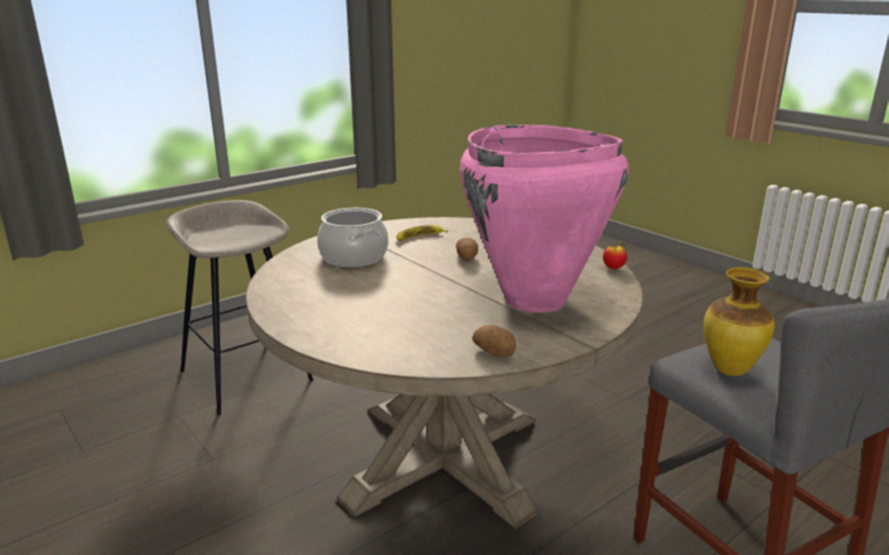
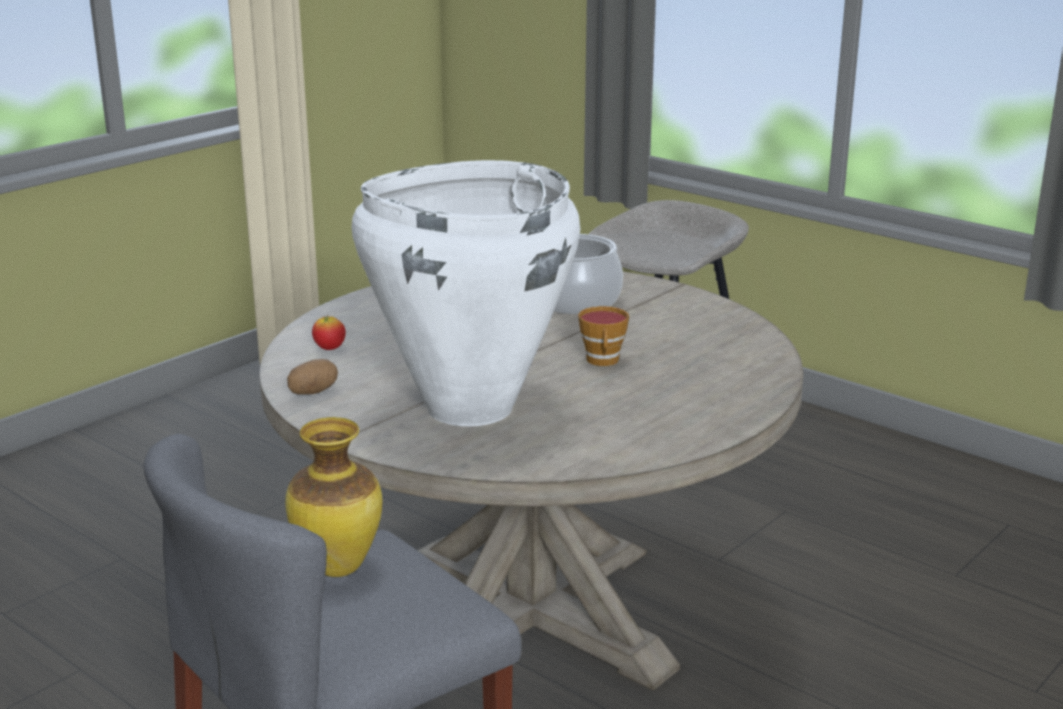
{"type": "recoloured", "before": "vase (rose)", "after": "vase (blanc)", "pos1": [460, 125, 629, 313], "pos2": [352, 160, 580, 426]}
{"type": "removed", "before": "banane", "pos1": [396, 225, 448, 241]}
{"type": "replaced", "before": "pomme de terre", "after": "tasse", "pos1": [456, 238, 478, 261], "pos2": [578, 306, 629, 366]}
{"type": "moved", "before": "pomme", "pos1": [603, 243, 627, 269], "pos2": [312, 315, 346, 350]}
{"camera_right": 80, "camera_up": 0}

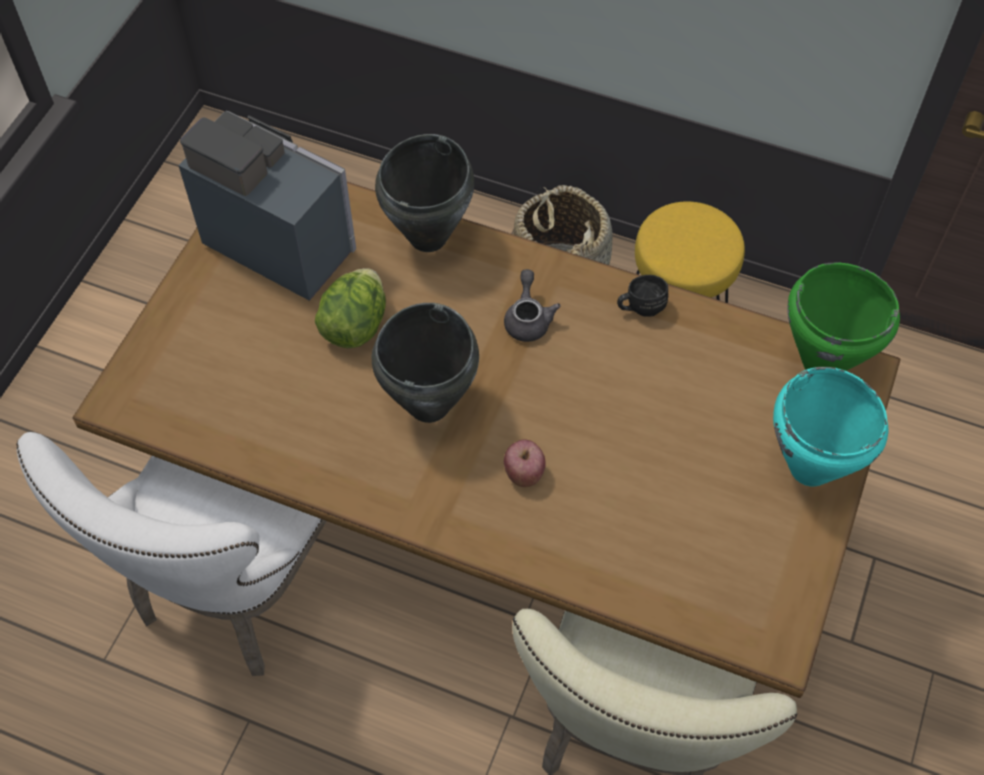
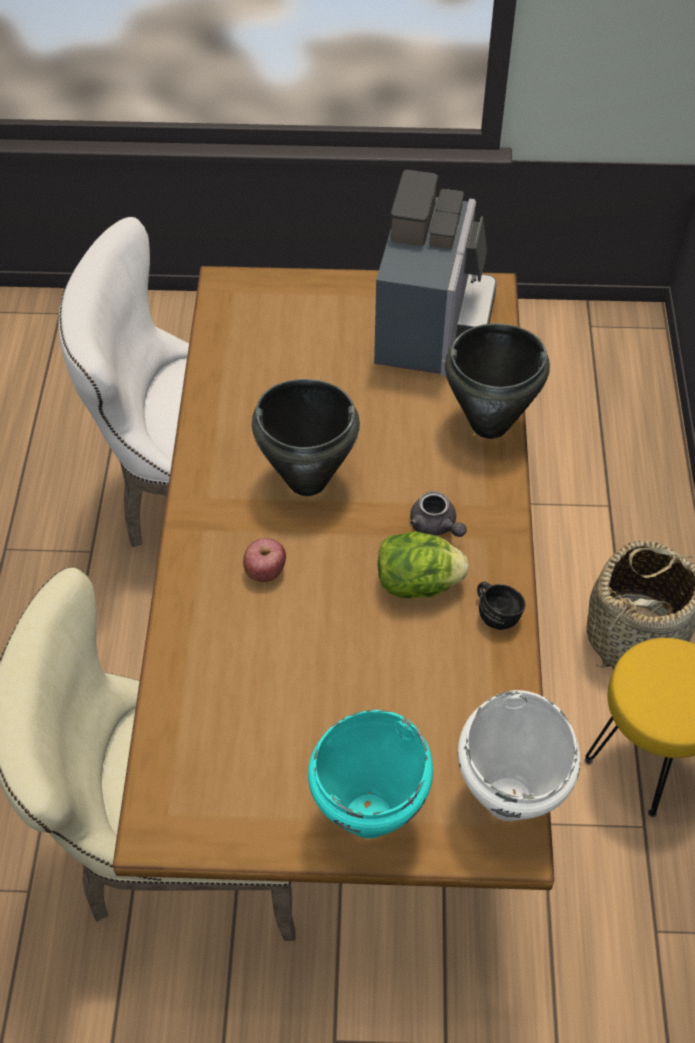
{"type": "recoloured", "before": "marmite (vert)", "after": "marmite (blanc)", "pos1": [787, 263, 900, 371], "pos2": [458, 690, 581, 821]}
{"type": "moved", "before": "laitue", "pos1": [315, 268, 386, 348], "pos2": [377, 531, 469, 598]}
{"type": "turned", "before": "théière (gris)", "pos1": [504, 269, 561, 342], "pos2": [410, 491, 466, 537], "turn": 75}
{"camera_right": 70, "camera_up": -5}

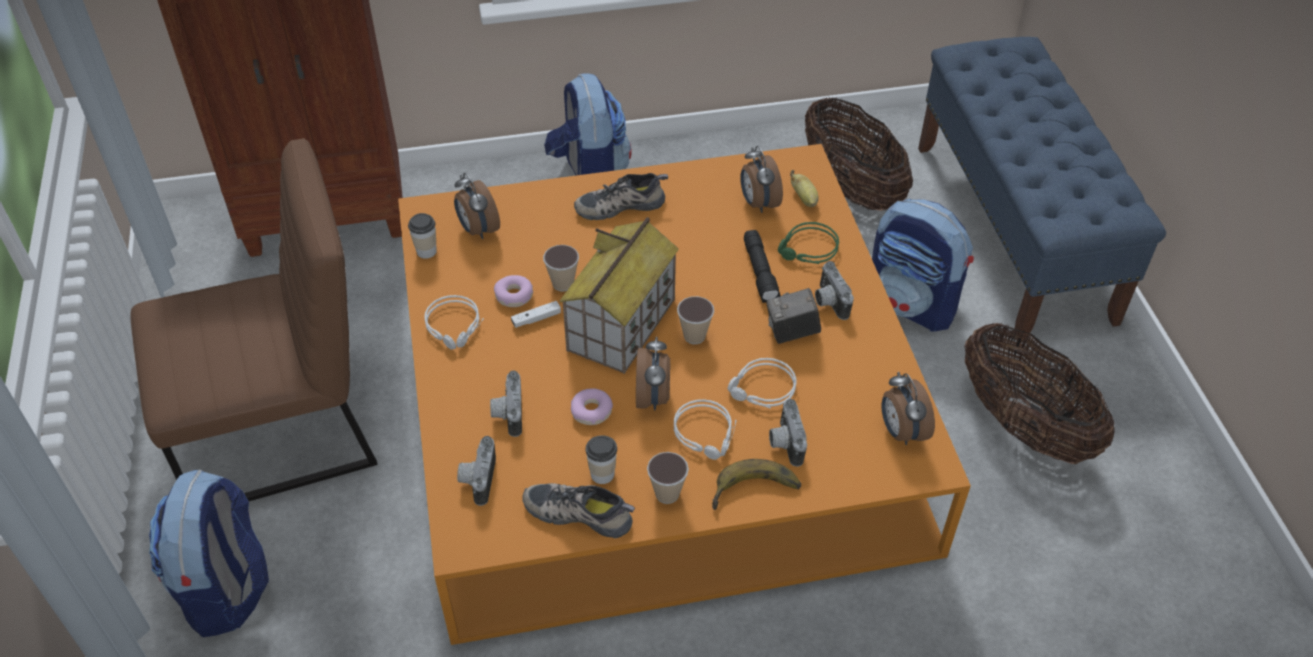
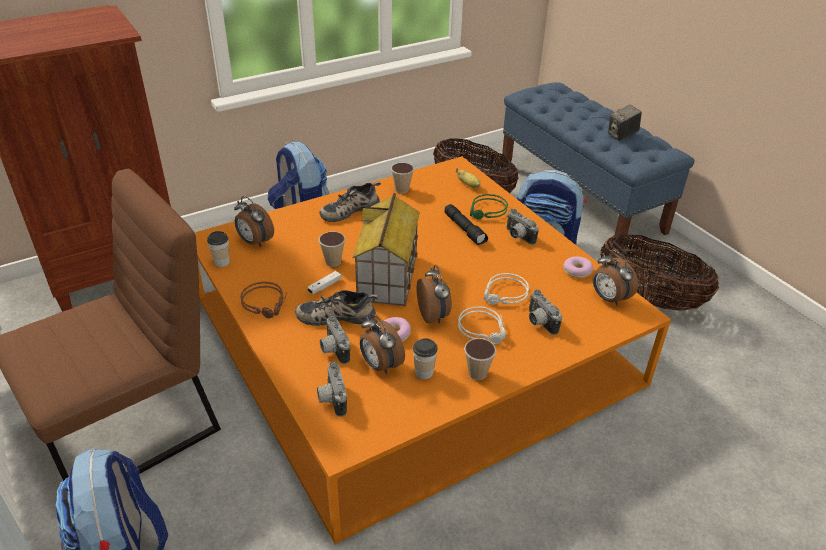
{"type": "moved", "before": "réveil", "pos1": [740, 146, 783, 213], "pos2": [360, 314, 405, 374]}
{"type": "moved", "before": "beignet", "pos1": [494, 275, 533, 307], "pos2": [563, 256, 593, 278]}
{"type": "moved", "before": "appareil photo", "pos1": [767, 288, 821, 344], "pos2": [608, 104, 642, 141]}
{"type": "recoloured", "before": "casque audio (gris)", "after": "casque audio (marron)", "pos1": [424, 295, 484, 349], "pos2": [240, 282, 287, 319]}
{"type": "moved", "before": "tasse", "pos1": [677, 296, 714, 344], "pos2": [391, 163, 414, 193]}
{"type": "removed", "before": "banane", "pos1": [712, 459, 801, 510]}
{"type": "moved", "before": "chaussure", "pos1": [522, 483, 635, 538], "pos2": [295, 290, 378, 326]}
{"camera_right": -20, "camera_up": -10}

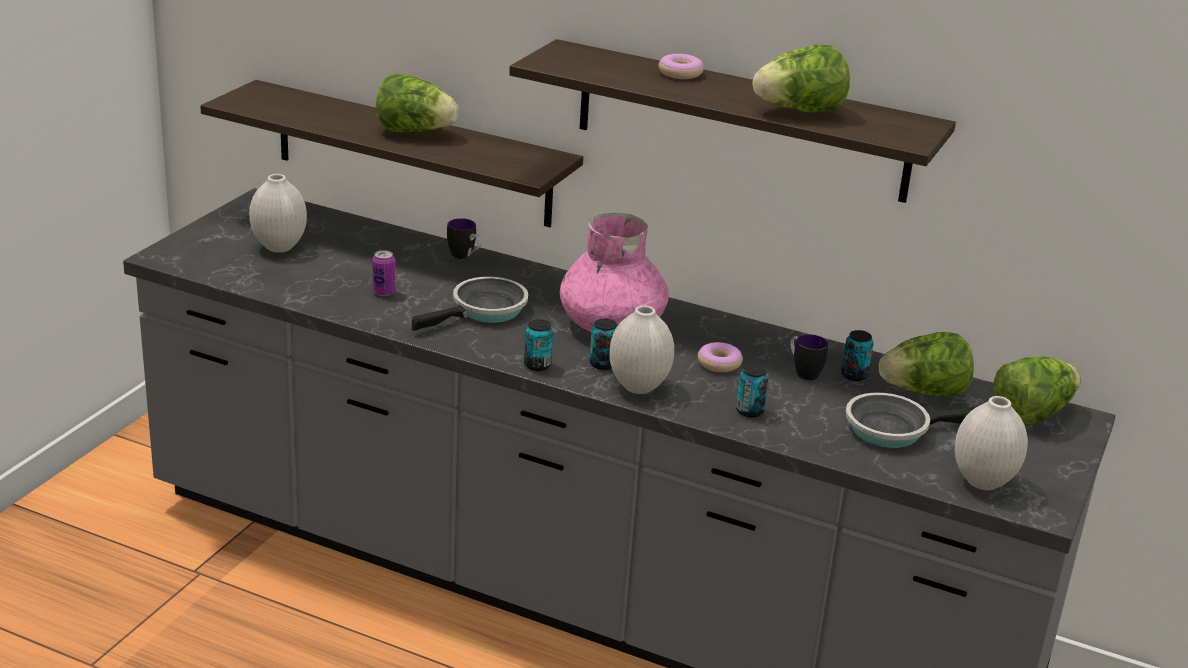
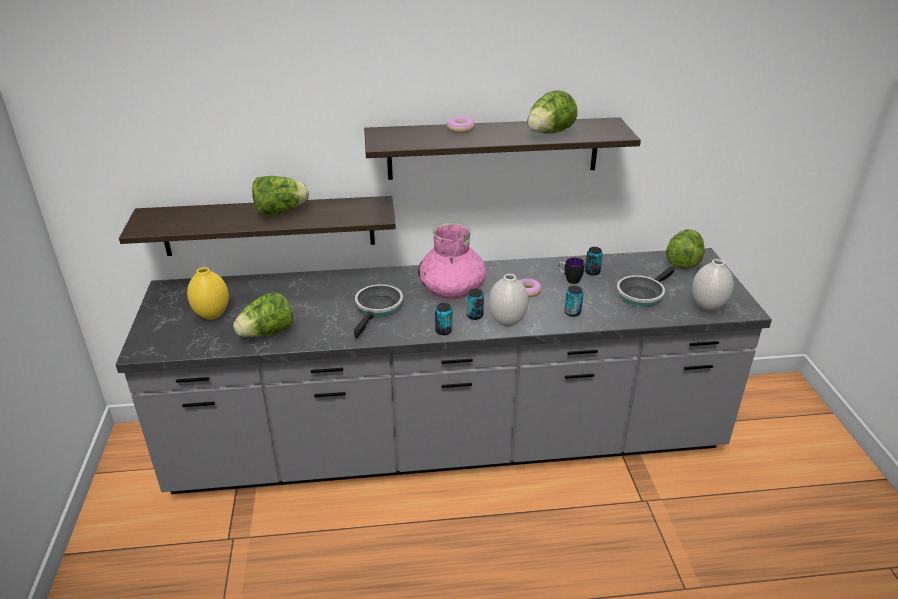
{"type": "recoloured", "before": "vase (blanc)", "after": "vase (jaune)", "pos1": [249, 174, 307, 253], "pos2": [187, 267, 229, 320]}
{"type": "removed", "before": "mug", "pos1": [447, 218, 481, 259]}
{"type": "removed", "before": "boîte métallique", "pos1": [372, 250, 395, 296]}
{"type": "moved", "before": "laitue", "pos1": [879, 332, 974, 396], "pos2": [233, 292, 293, 337]}
{"camera_right": -30, "camera_up": 5}

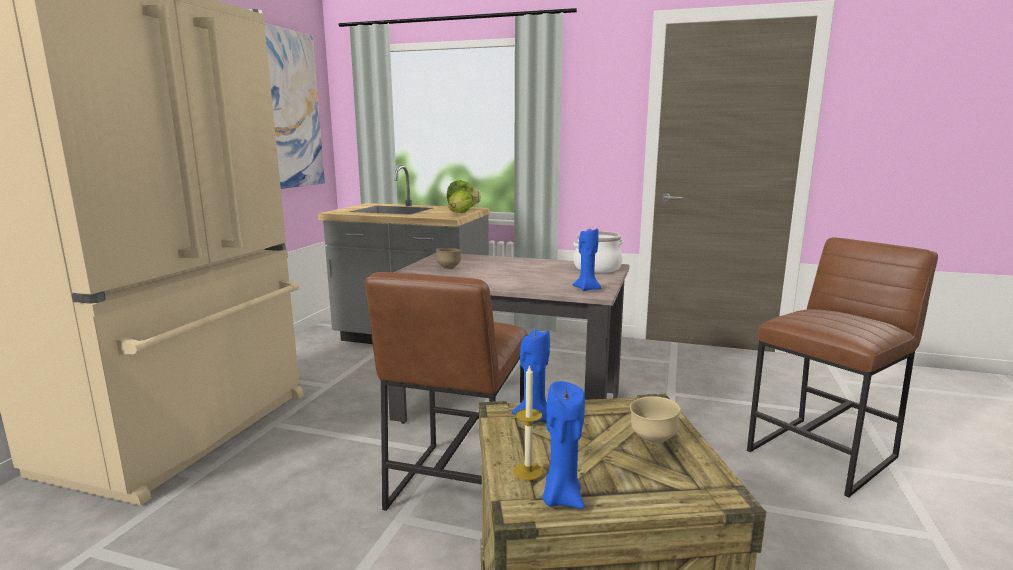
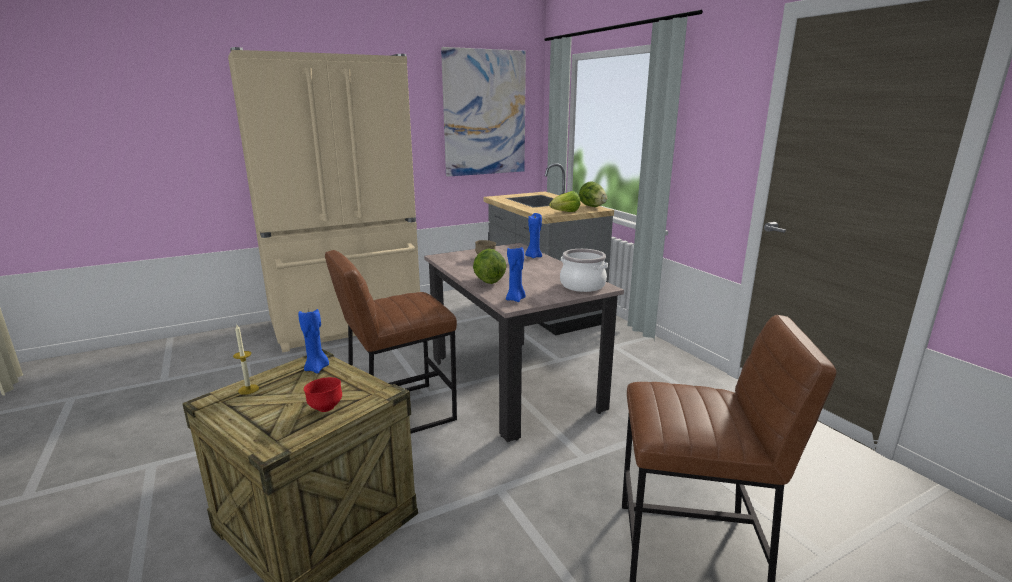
{"type": "moved", "before": "bougie (bleu)", "pos1": [543, 381, 585, 509], "pos2": [525, 213, 542, 258]}
{"type": "recoloured", "before": "bol (beige)", "after": "bol (rouge)", "pos1": [630, 396, 680, 444], "pos2": [304, 377, 342, 412]}
{"type": "added", "after": "laitue", "pos2": [473, 248, 506, 284]}
{"camera_right": 45, "camera_up": 5}

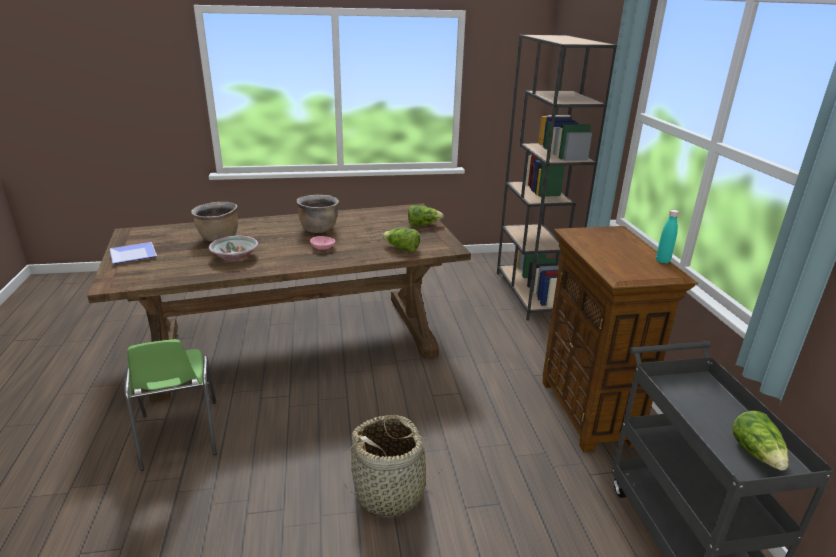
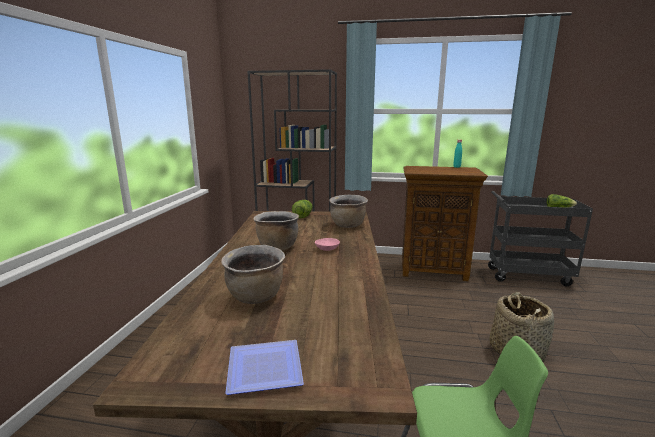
{"type": "replaced", "before": "laitue", "after": "marmite (marron)", "pos1": [382, 228, 420, 252], "pos2": [329, 194, 368, 228]}
{"type": "removed", "before": "bol", "pos1": [209, 236, 258, 261]}
{"camera_right": -70, "camera_up": -10}

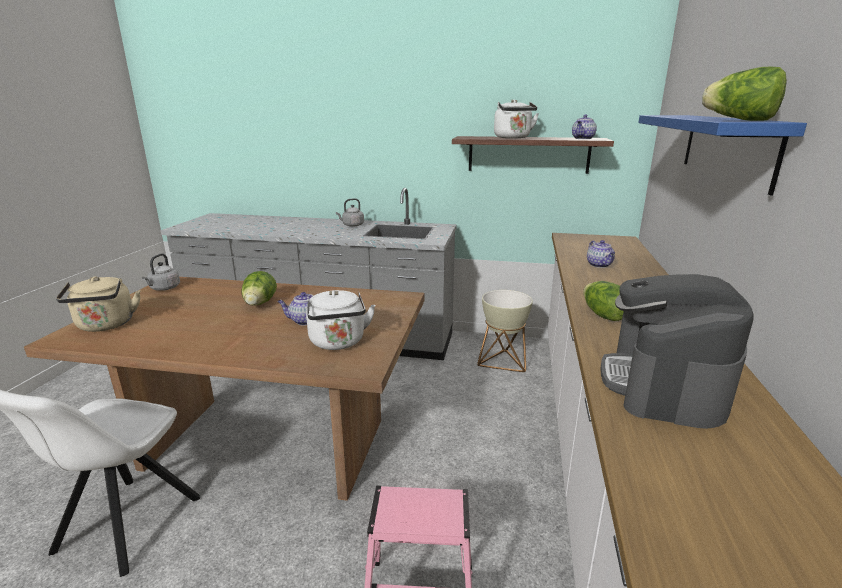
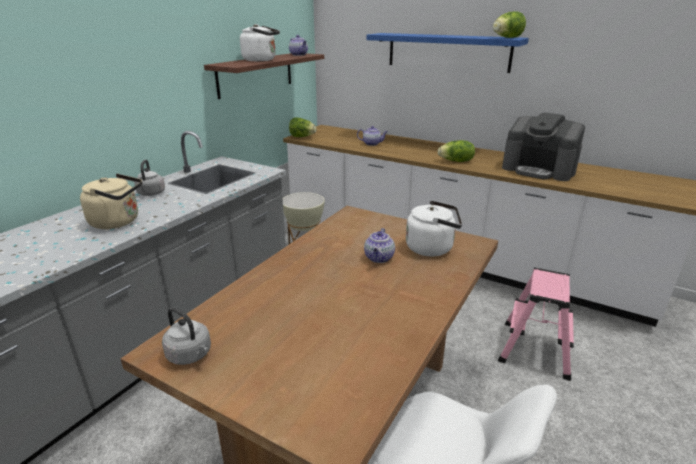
{"type": "moved", "before": "laitue", "pos1": [241, 271, 277, 306], "pos2": [289, 118, 317, 137]}
{"type": "moved", "before": "bouilloire (beige)", "pos1": [56, 276, 140, 332], "pos2": [80, 174, 142, 229]}
{"camera_right": -70, "camera_up": 5}

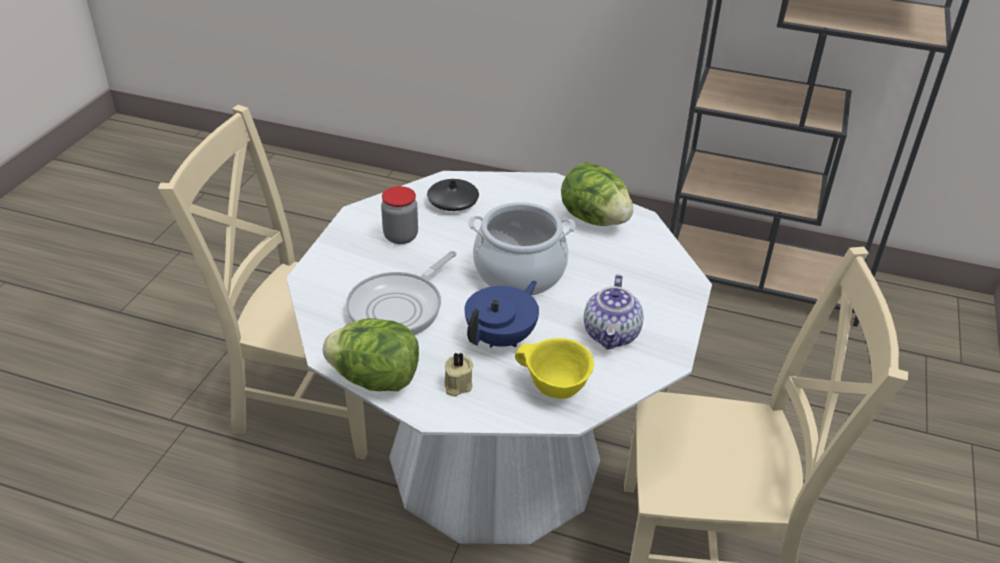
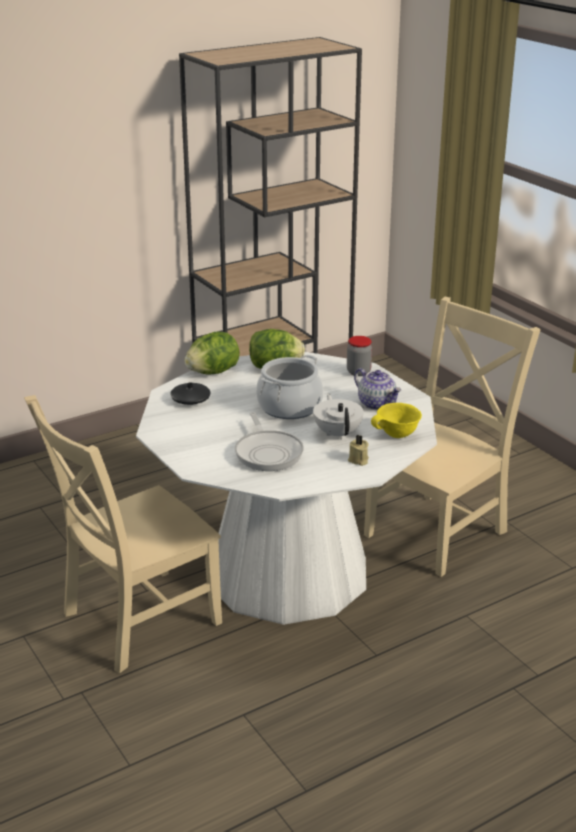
{"type": "moved", "before": "bocal", "pos1": [381, 186, 418, 244], "pos2": [347, 336, 372, 376]}
{"type": "recoloured", "before": "théière (bleu)", "after": "théière (blanc)", "pos1": [465, 281, 539, 348], "pos2": [313, 393, 364, 440]}
{"type": "moved", "before": "laitue", "pos1": [323, 318, 419, 391], "pos2": [184, 332, 240, 375]}
{"camera_right": -50, "camera_up": -10}

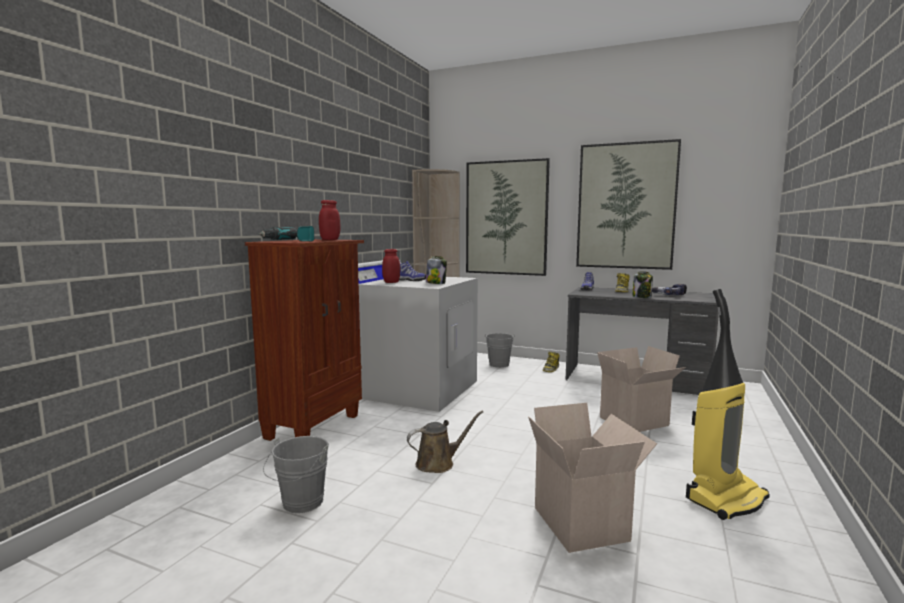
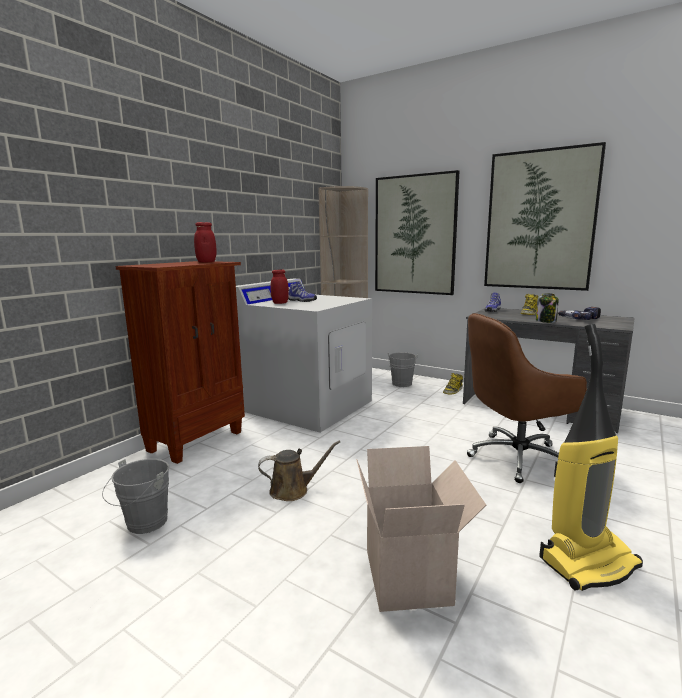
{"type": "removed", "before": "perceuse", "pos1": [258, 226, 314, 242]}
{"type": "removed", "before": "bocal", "pos1": [426, 256, 447, 284]}
{"type": "replaced", "before": "carton", "after": "chaise de bureau (marron)", "pos1": [597, 346, 686, 432], "pos2": [467, 313, 587, 483]}
{"camera_right": 10, "camera_up": 5}

